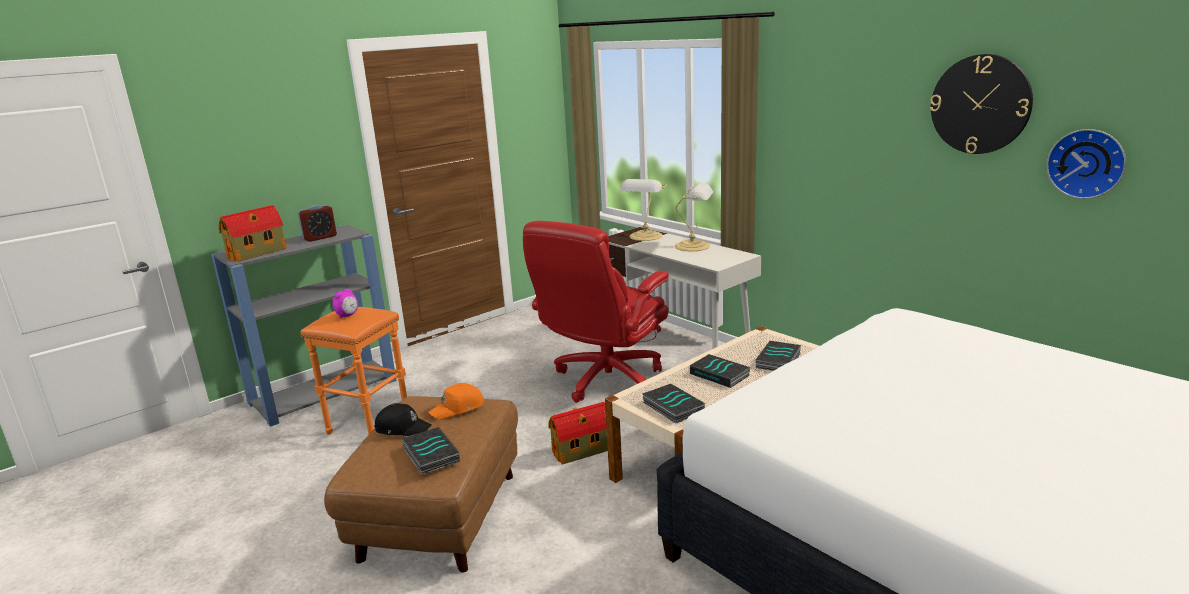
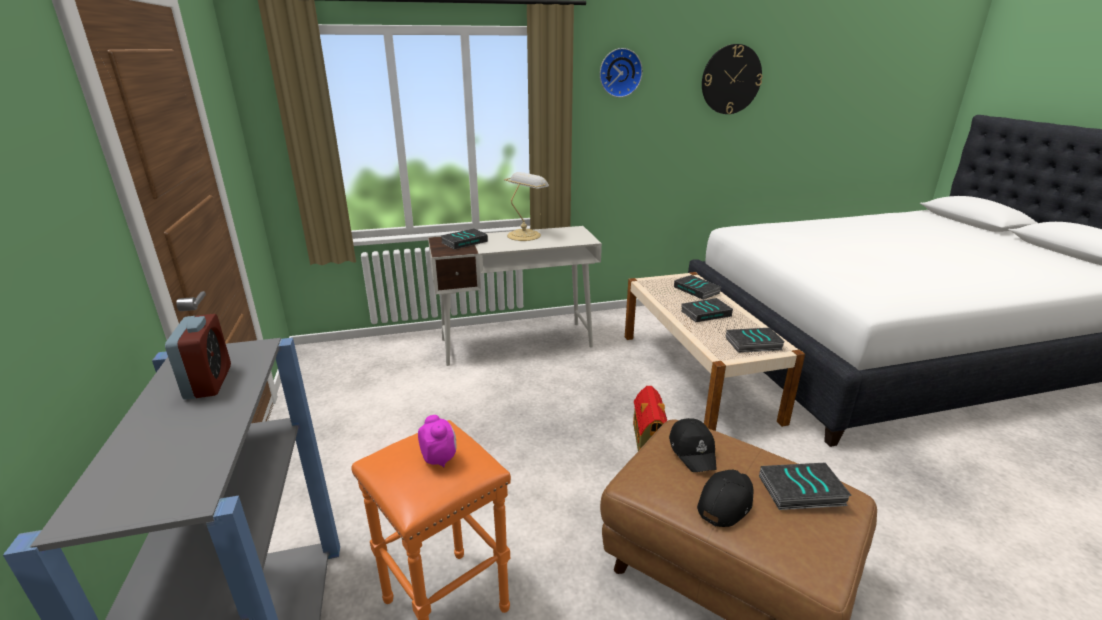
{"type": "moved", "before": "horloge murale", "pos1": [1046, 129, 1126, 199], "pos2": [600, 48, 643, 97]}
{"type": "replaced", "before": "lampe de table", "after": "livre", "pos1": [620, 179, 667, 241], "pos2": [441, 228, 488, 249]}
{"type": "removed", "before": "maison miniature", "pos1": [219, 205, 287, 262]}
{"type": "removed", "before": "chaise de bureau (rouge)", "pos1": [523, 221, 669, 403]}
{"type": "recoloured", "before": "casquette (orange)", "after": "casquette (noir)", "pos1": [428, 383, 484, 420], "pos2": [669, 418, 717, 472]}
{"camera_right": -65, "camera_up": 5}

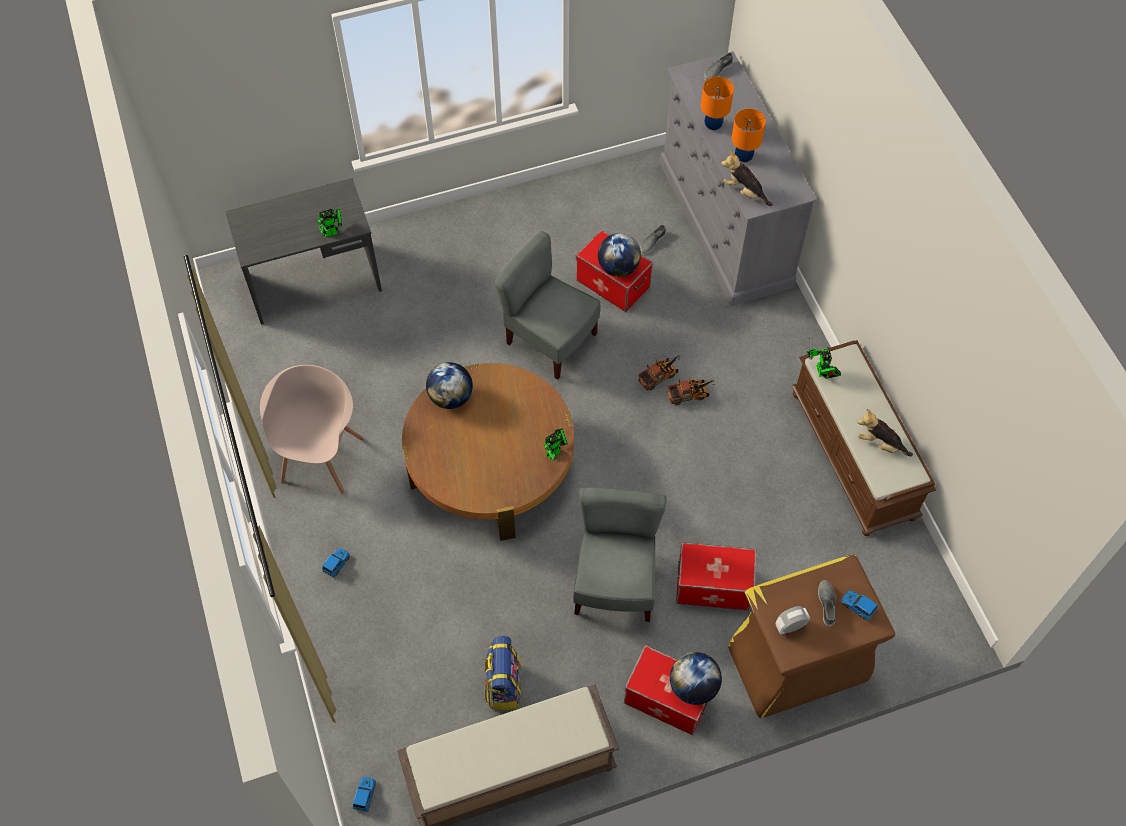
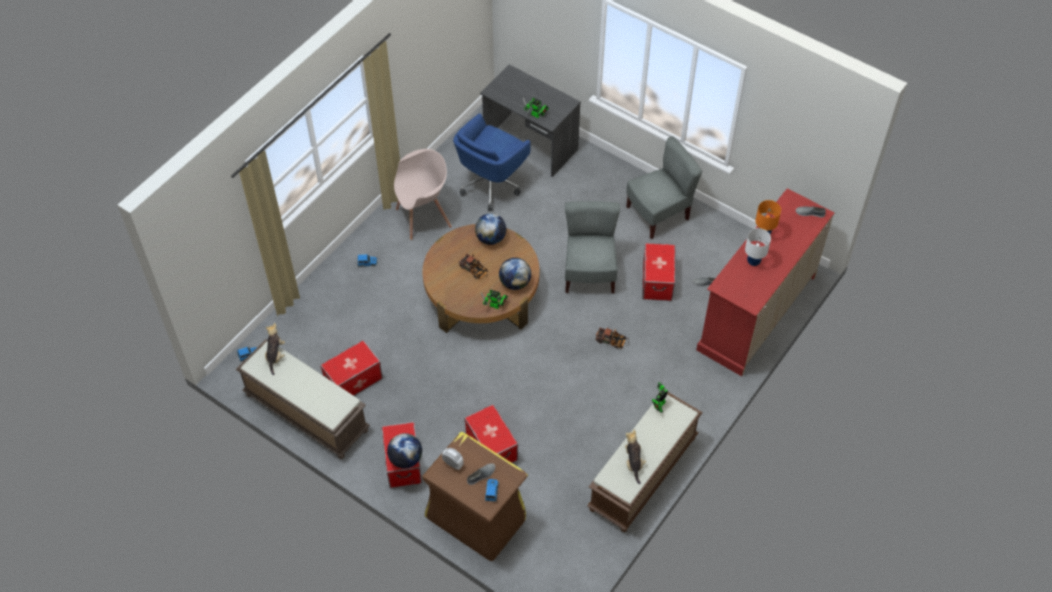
{"type": "recoloured", "before": "commode (gris)", "after": "commode (rouge)", "pos1": [660, 51, 817, 306], "pos2": [696, 188, 834, 376]}
{"type": "recoloured", "before": "lampe de table (orange)", "after": "lampe de table (blanc)", "pos1": [732, 109, 766, 162], "pos2": [745, 228, 771, 266]}
{"type": "moved", "before": "peluche", "pos1": [721, 150, 773, 206], "pos2": [265, 323, 285, 375]}
{"type": "moved", "before": "globe", "pos1": [598, 233, 641, 277], "pos2": [499, 258, 531, 290]}
{"type": "moved", "before": "camion jouet", "pos1": [667, 377, 714, 405], "pos2": [459, 254, 488, 280]}
{"type": "moved", "before": "chaise (gris)", "pos1": [573, 488, 667, 622], "pos2": [626, 136, 702, 239]}
{"type": "replaced", "before": "sac à dos", "after": "boîte de rangement", "pos1": [484, 636, 521, 710], "pos2": [320, 340, 382, 396]}
{"type": "added", "after": "chaise de bureau (bleu)", "pos2": [453, 114, 531, 211]}
{"camera_right": 55, "camera_up": -5}

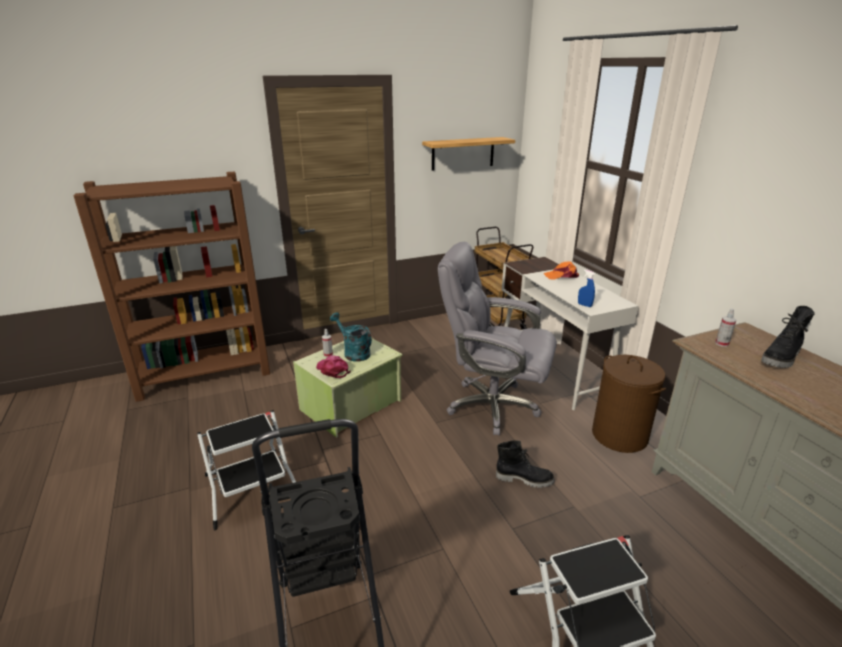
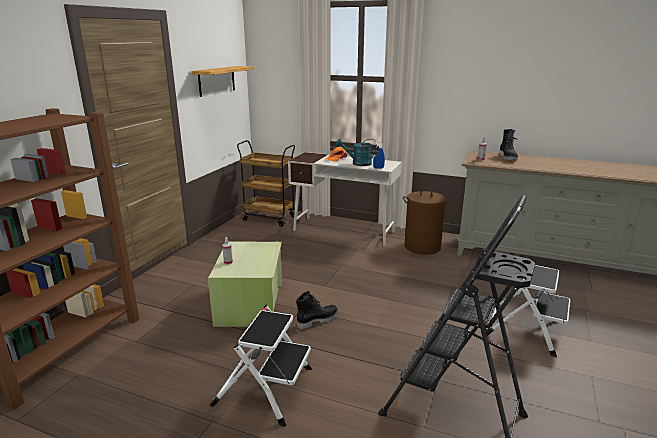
{"type": "removed", "before": "chaise de bureau (gris)", "pos1": [438, 242, 557, 436]}
{"type": "moved", "before": "arrosoir (turquoise)", "pos1": [330, 312, 372, 362], "pos2": [336, 139, 377, 166]}
{"type": "removed", "before": "casquette (rose)", "pos1": [316, 355, 351, 378]}
{"type": "moved", "before": "botte (noir)", "pos1": [496, 440, 555, 488], "pos2": [296, 291, 339, 330]}
{"camera_right": -45, "camera_up": -5}

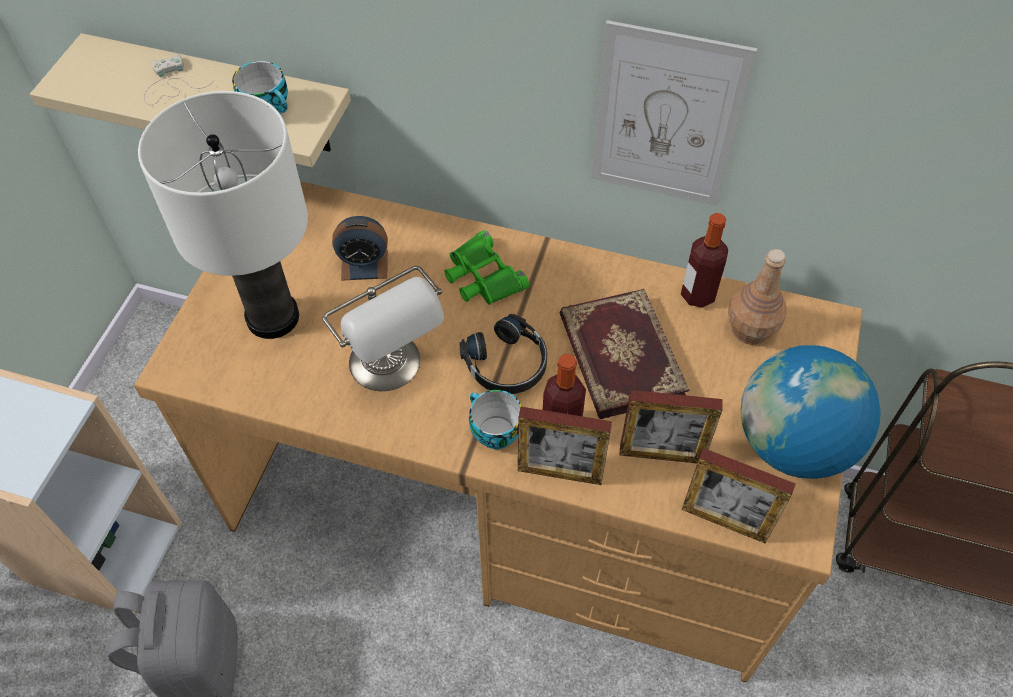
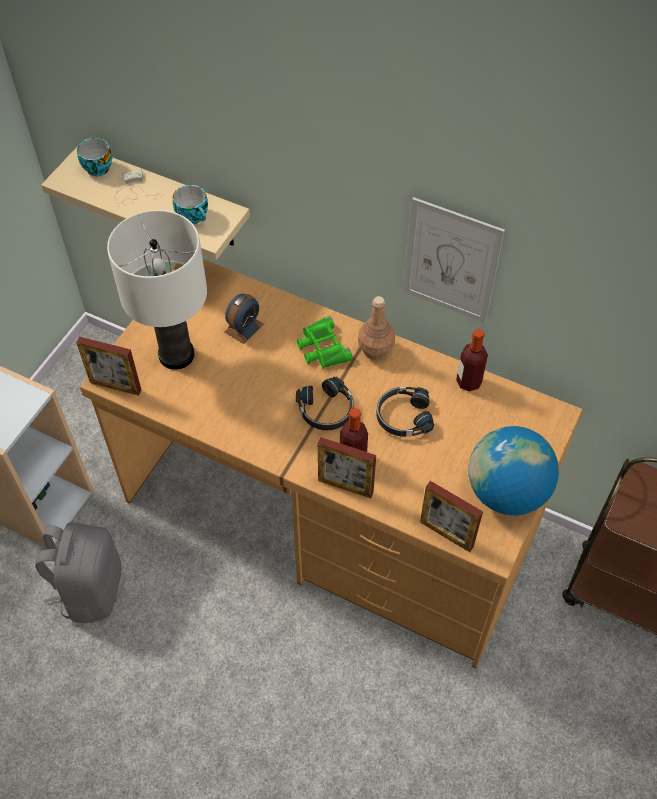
{"type": "turned", "before": "réveil", "pos1": [332, 216, 388, 281], "pos2": [225, 294, 264, 344], "turn": -60}
{"type": "moved", "before": "bouteille (marron)", "pos1": [728, 249, 787, 345], "pos2": [358, 296, 395, 360]}
{"type": "removed", "before": "lampe de table (blanc)", "pos1": [323, 266, 444, 391]}
{"type": "replaced", "before": "livre", "after": "casque audio (noir)", "pos1": [559, 289, 689, 419], "pos2": [376, 387, 434, 437]}
{"type": "moved", "before": "tasse", "pos1": [469, 390, 522, 449], "pos2": [77, 138, 112, 176]}
{"type": "moved", "before": "cadre photo", "pos1": [619, 390, 723, 463], "pos2": [76, 337, 141, 396]}
{"camera_right": 10, "camera_up": 0}

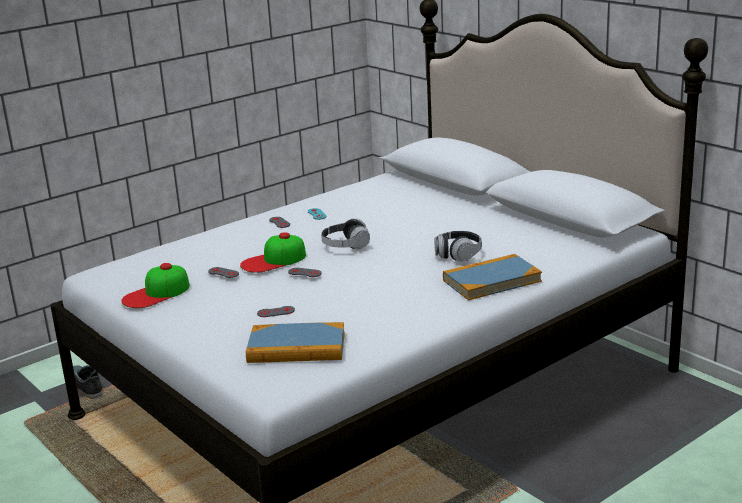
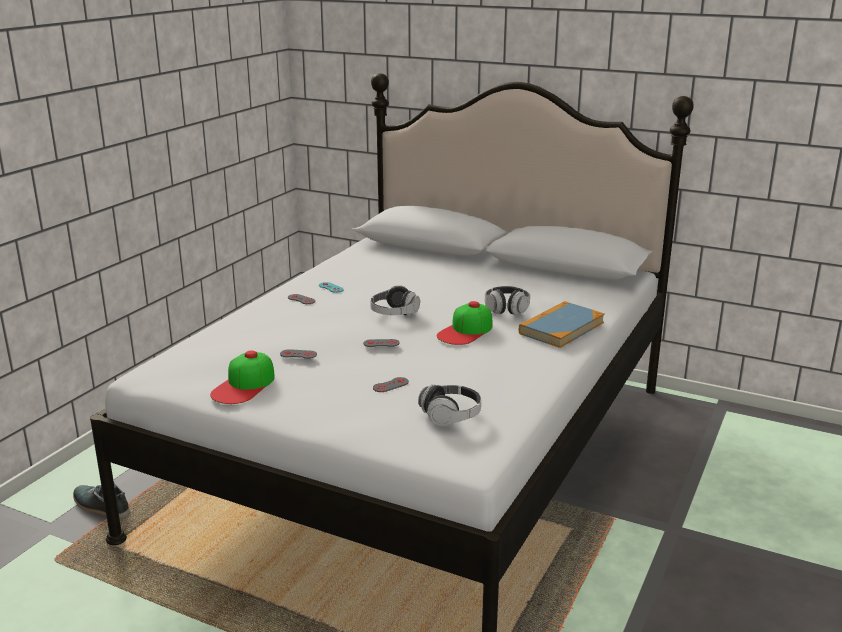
{"type": "moved", "before": "casquette", "pos1": [240, 232, 306, 273], "pos2": [437, 301, 492, 345]}
{"type": "replaced", "before": "livre", "after": "casque audio", "pos1": [246, 322, 345, 363], "pos2": [418, 384, 481, 426]}
{"camera_right": -25, "camera_up": 0}

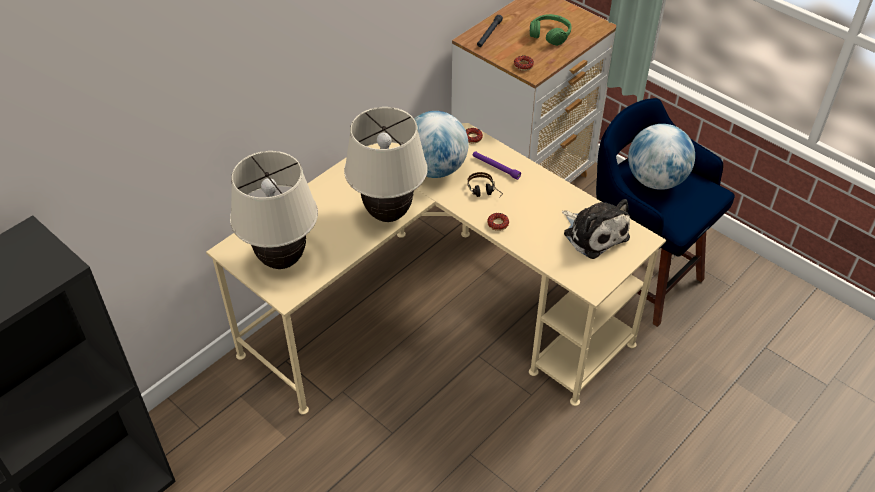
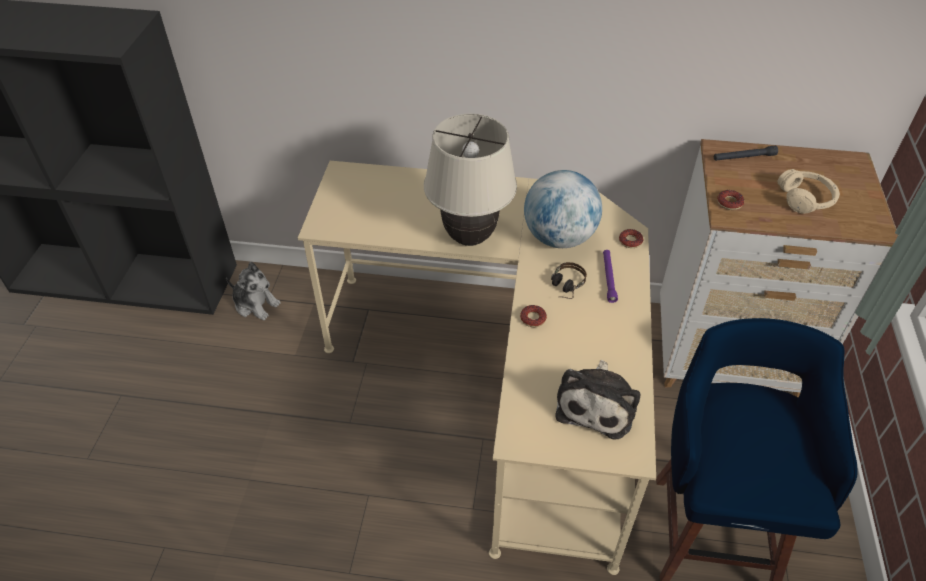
{"type": "recoloured", "before": "casque audio (vert)", "after": "casque audio (beige)", "pos1": [530, 14, 571, 46], "pos2": [777, 169, 840, 214]}
{"type": "removed", "before": "globe", "pos1": [628, 124, 695, 190]}
{"type": "removed", "before": "lampe de table (beige)", "pos1": [230, 151, 318, 269]}
{"type": "added", "after": "peluche", "pos2": [226, 262, 281, 321]}
{"camera_right": 55, "camera_up": 0}

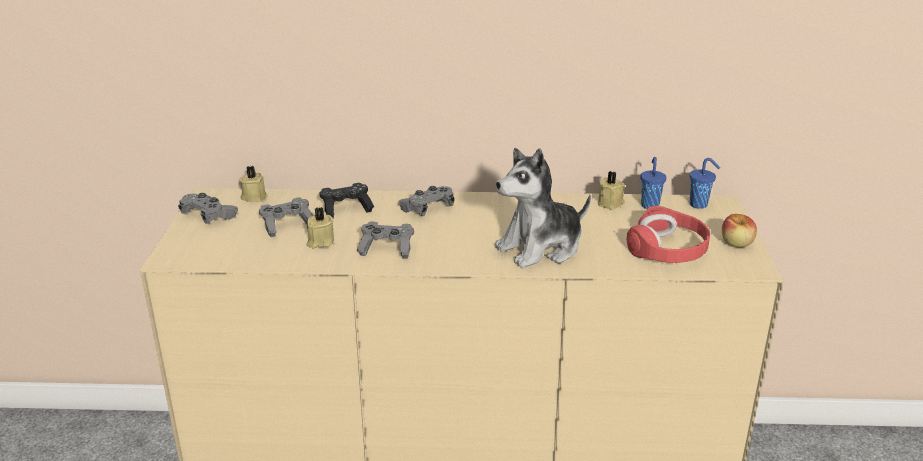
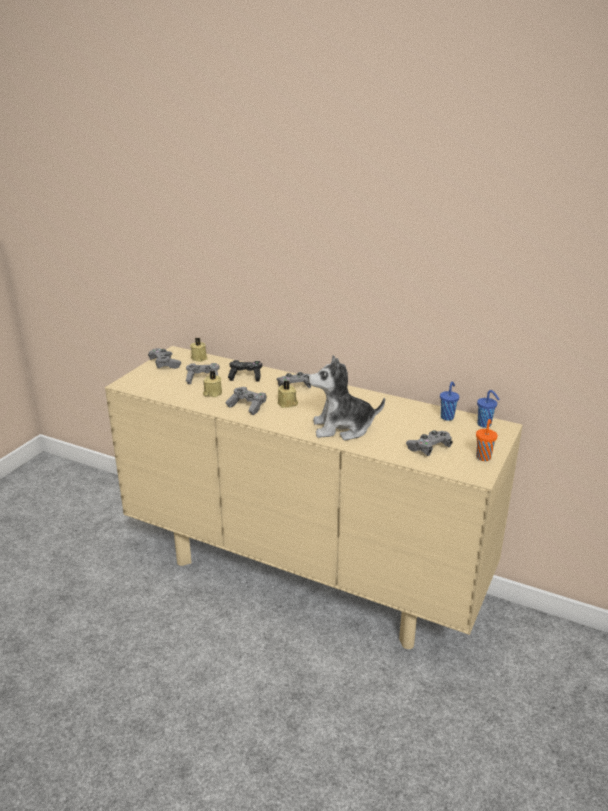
{"type": "moved", "before": "bougie (beige)", "pos1": [598, 171, 625, 210], "pos2": [277, 380, 298, 408]}
{"type": "replaced", "before": "casque audio (rouge)", "after": "manette (gris)", "pos1": [627, 206, 710, 263], "pos2": [406, 430, 452, 456]}
{"type": "replaced", "before": "pomme", "after": "tasse (orange)", "pos1": [722, 214, 757, 247], "pos2": [476, 419, 498, 461]}
{"camera_right": 25, "camera_up": 0}

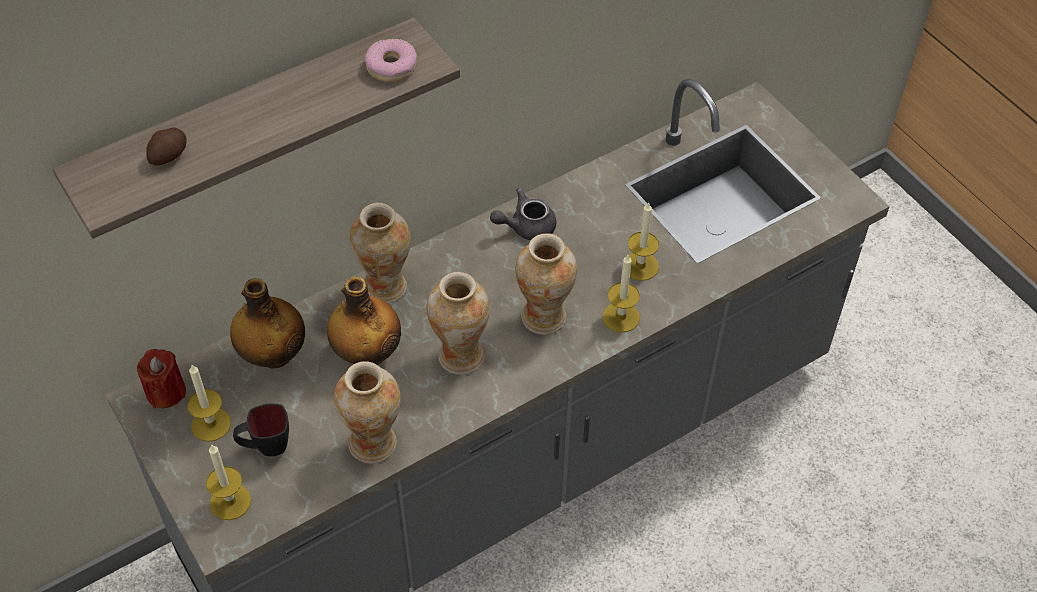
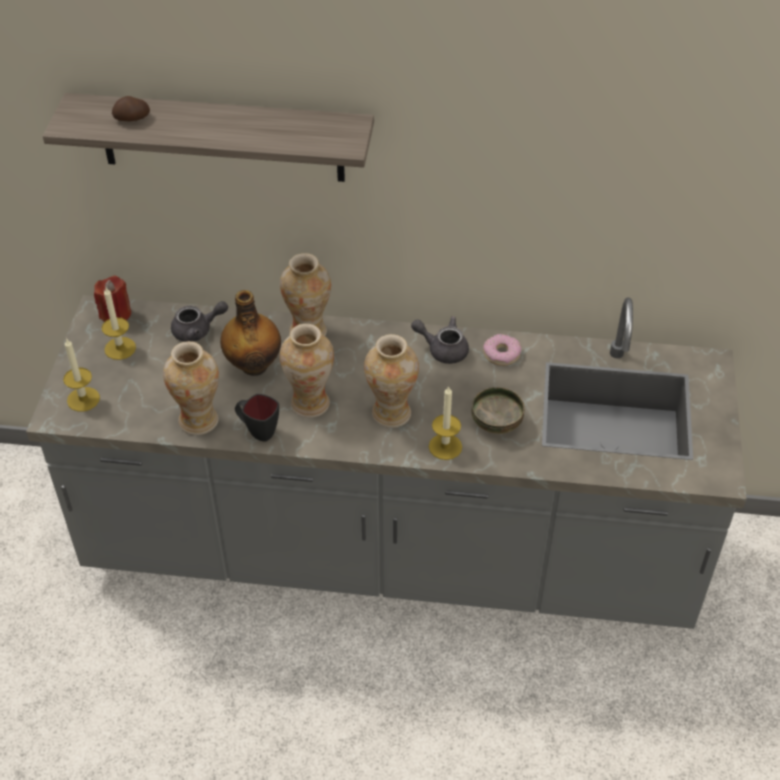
{"type": "moved", "before": "beignet", "pos1": [365, 39, 417, 82], "pos2": [483, 334, 521, 366]}
{"type": "replaced", "before": "bougie", "after": "bol", "pos1": [628, 202, 659, 281], "pos2": [471, 387, 525, 434]}
{"type": "replaced", "before": "bouteille", "after": "théière (gris)", "pos1": [230, 278, 305, 369], "pos2": [171, 301, 228, 342]}
{"type": "moved", "before": "mug (noir)", "pos1": [233, 403, 289, 456], "pos2": [235, 394, 279, 442]}
{"camera_right": 40, "camera_up": -5}

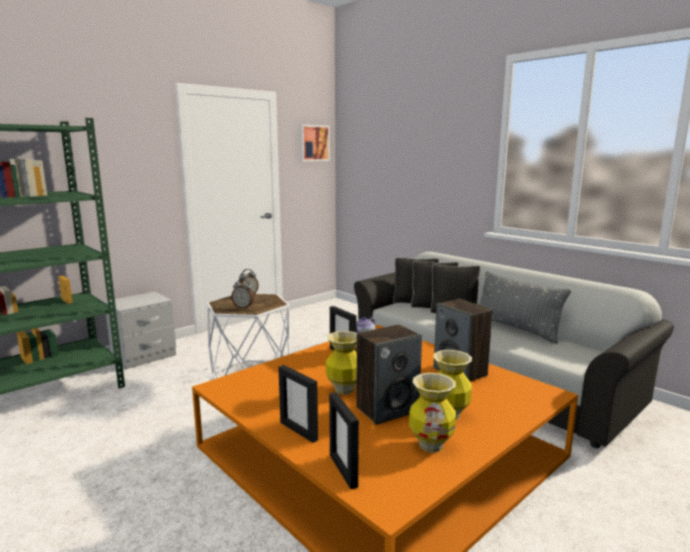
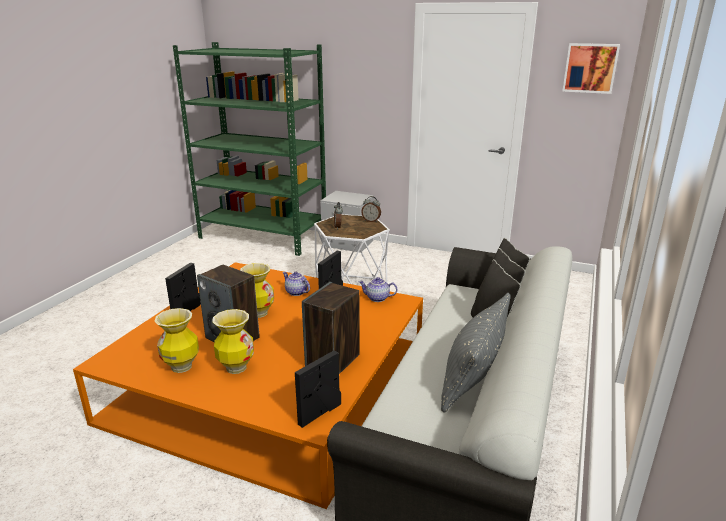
{"type": "moved", "before": "cadre photo", "pos1": [329, 392, 359, 489], "pos2": [295, 350, 341, 428]}
{"type": "added", "after": "théière", "pos2": [282, 272, 310, 296]}
{"camera_right": 65, "camera_up": 10}

